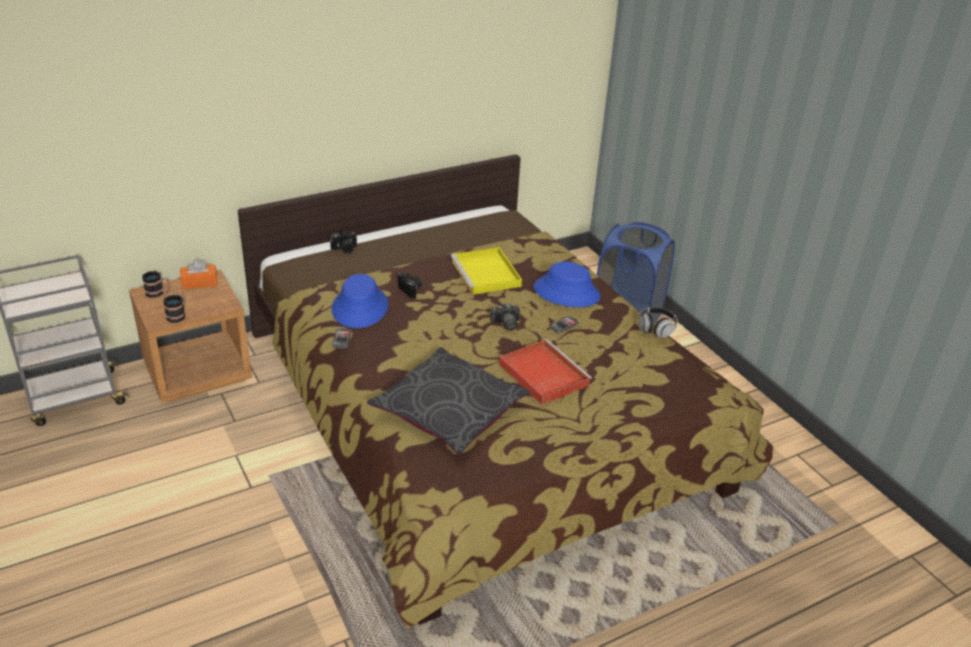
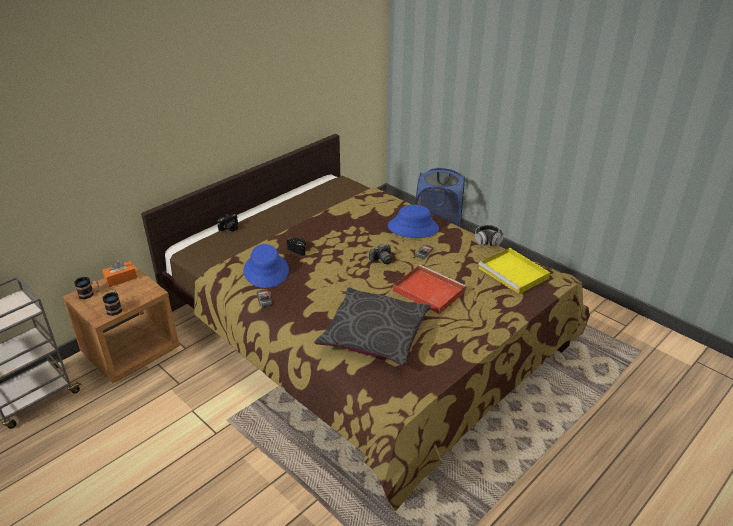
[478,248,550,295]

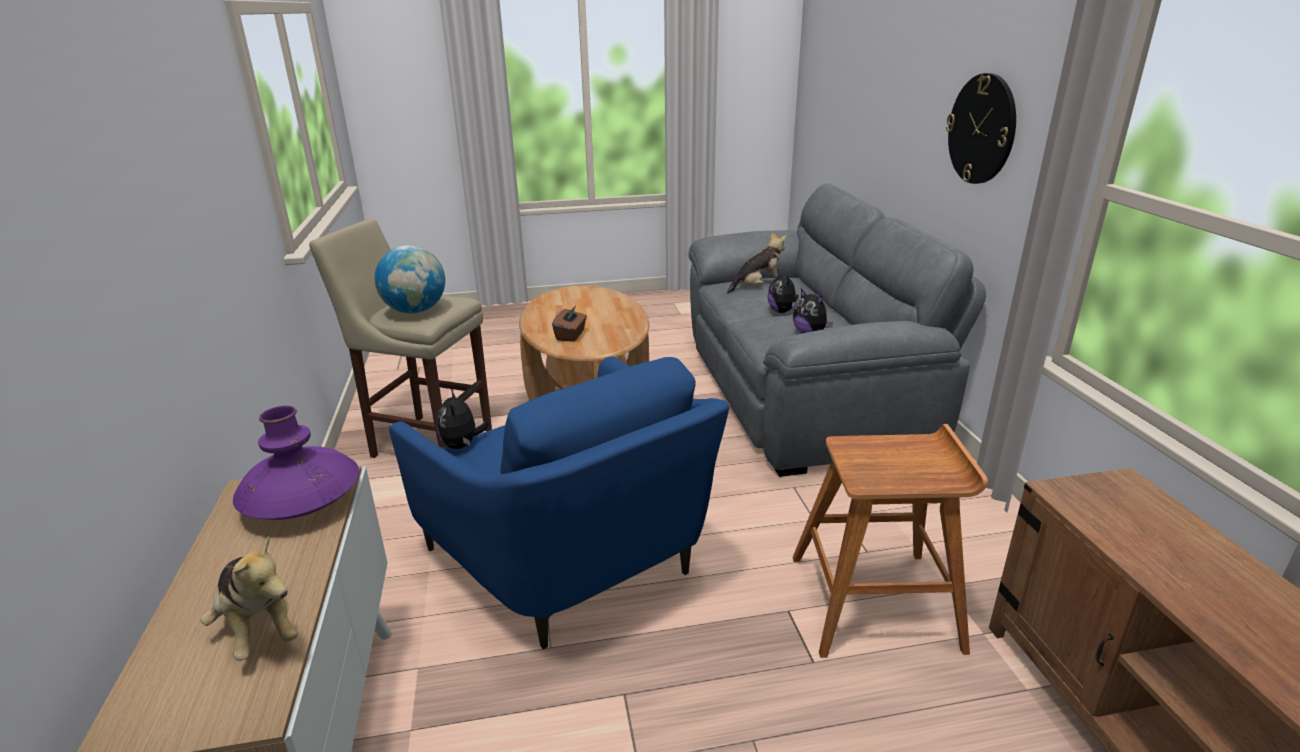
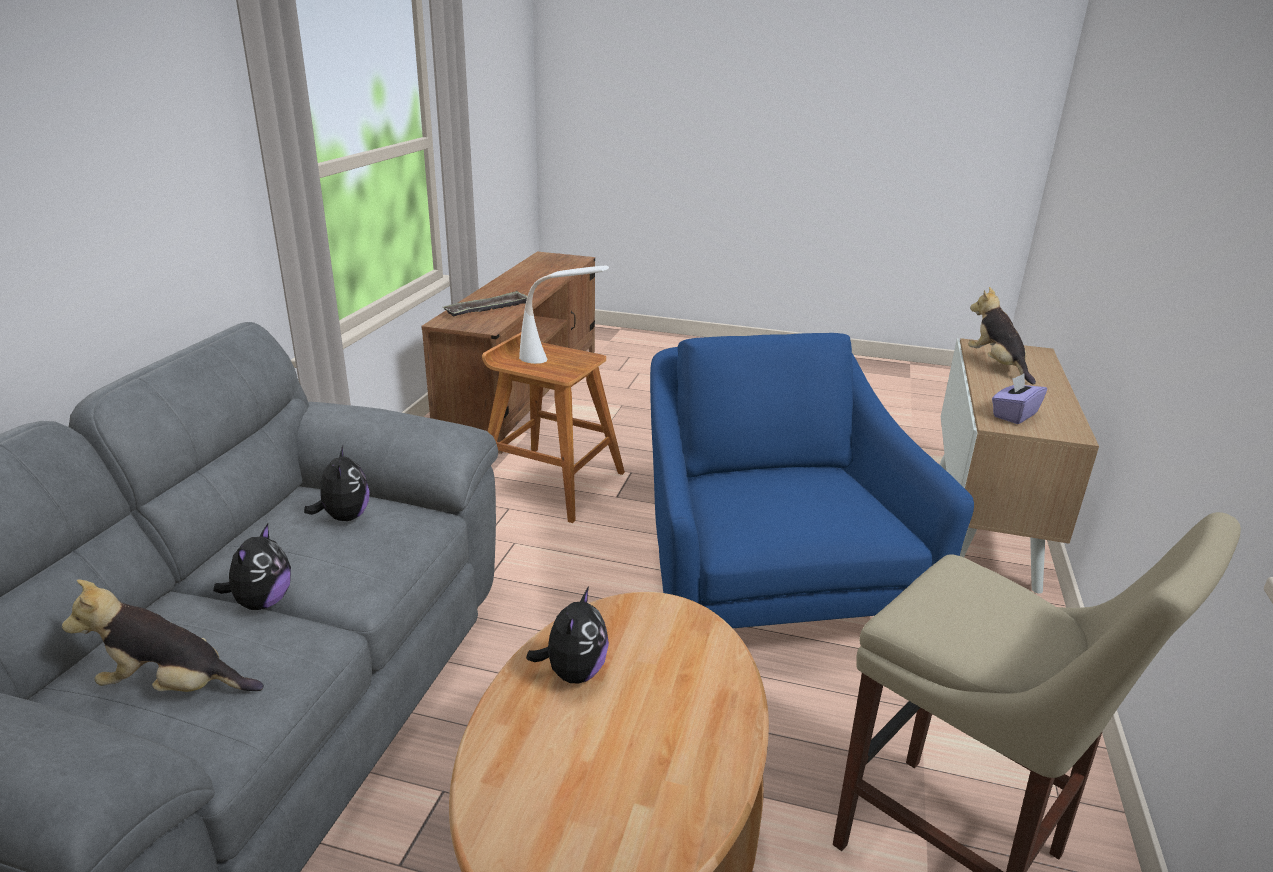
[992,373,1047,424]
[375,245,445,314] (first image)
[526,587,609,684]
[552,306,587,342] (first image)
[946,73,1016,184] (first image)
[443,291,527,317]
[519,265,609,364]

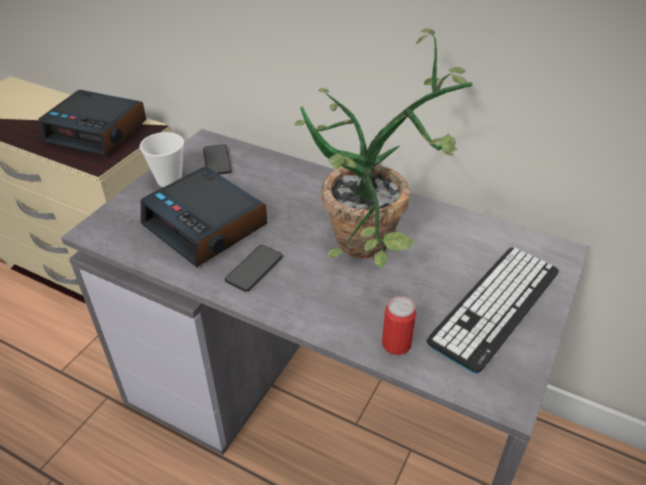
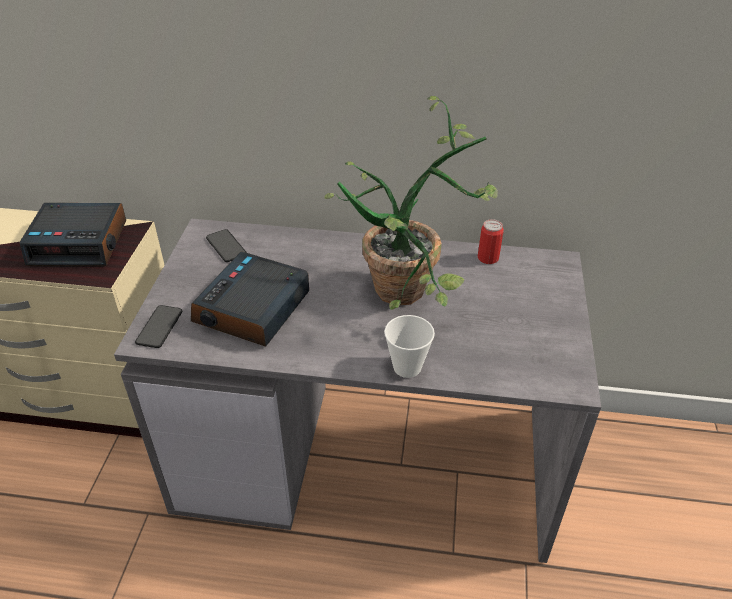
[384,315,435,378]
[191,251,309,347]
[135,305,182,348]
[478,219,504,264]
[427,248,559,374] (first image)

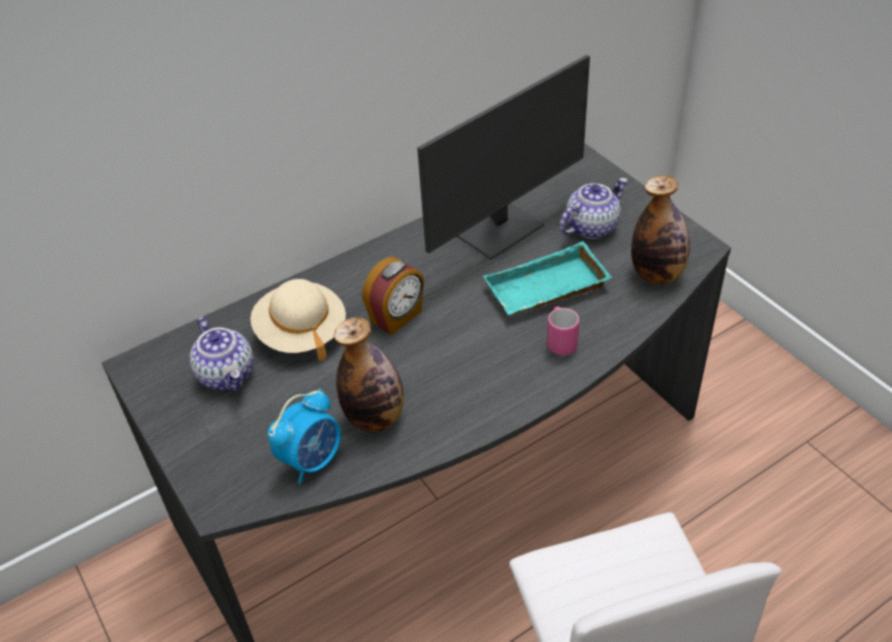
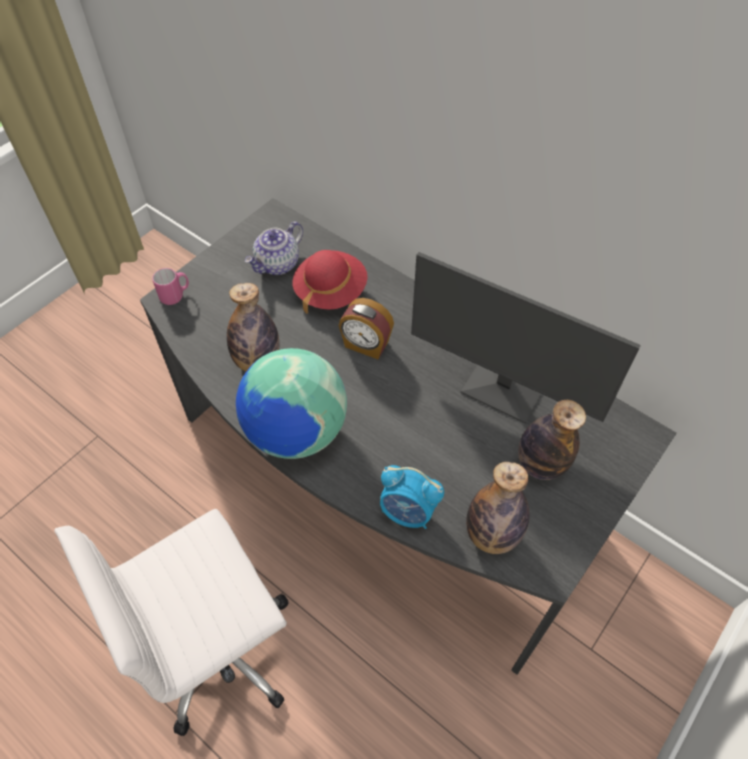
[292,250,368,314]
[380,465,444,529]
[483,241,612,315] (first image)
[152,268,189,305]
[518,400,586,480]
[236,348,347,459]

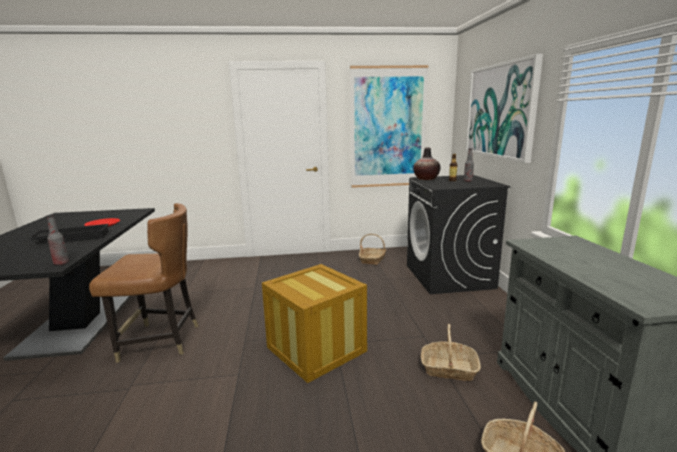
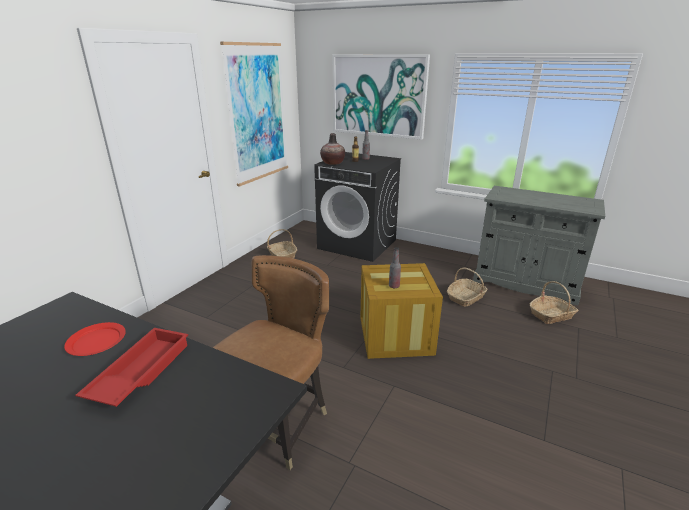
[75,328,188,407]
[389,247,401,288]

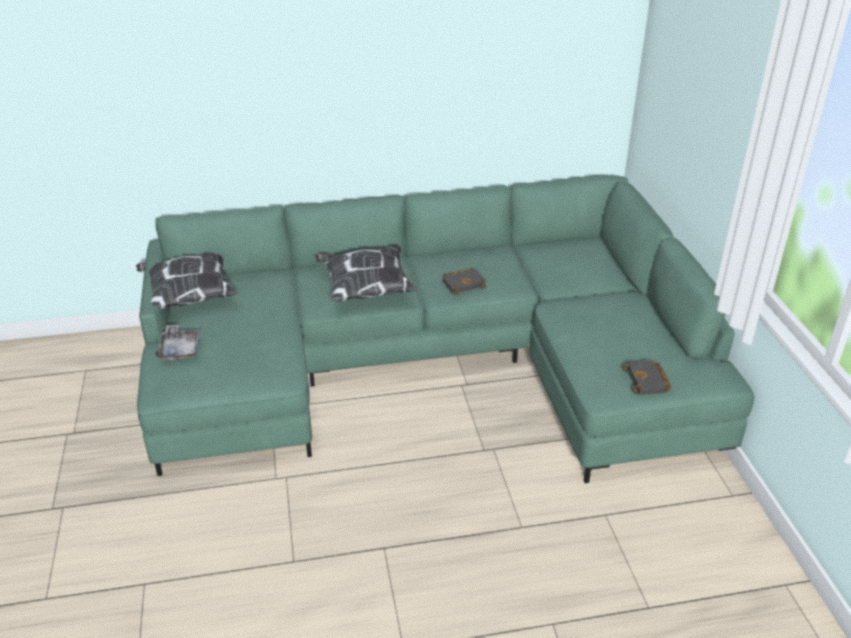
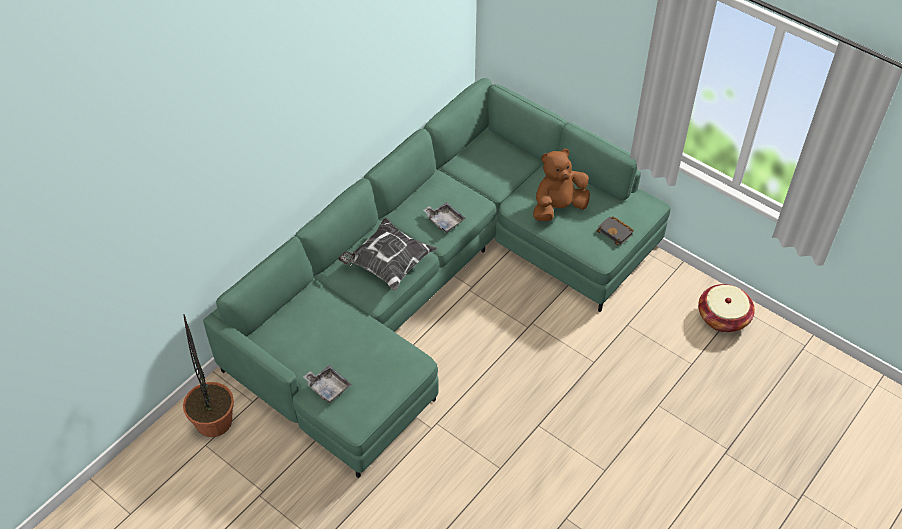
[136,252,238,309] (first image)
[423,202,466,233]
[183,314,234,437]
[533,149,590,221]
[698,284,755,332]

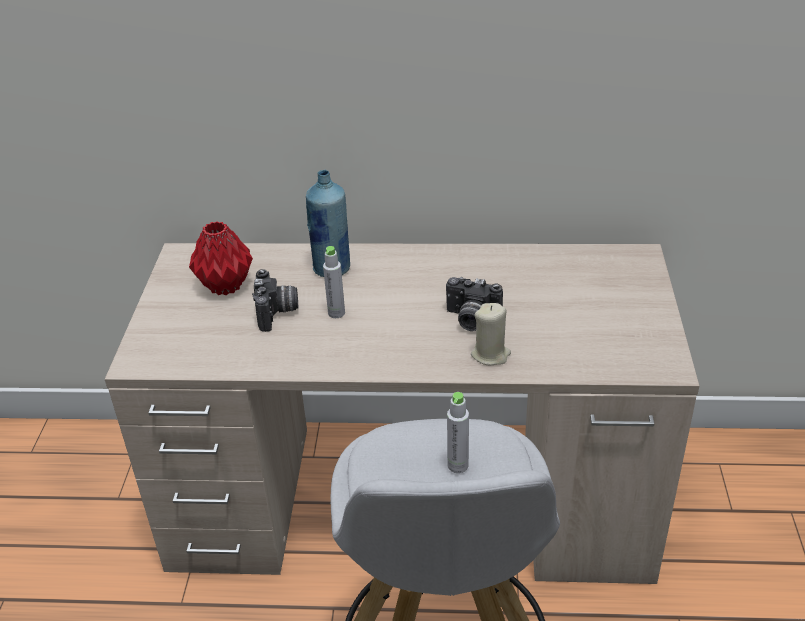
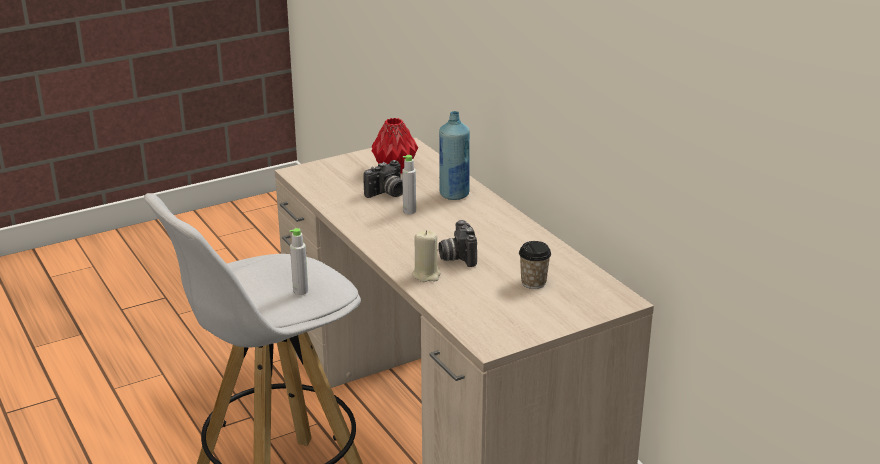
[519,241,551,289]

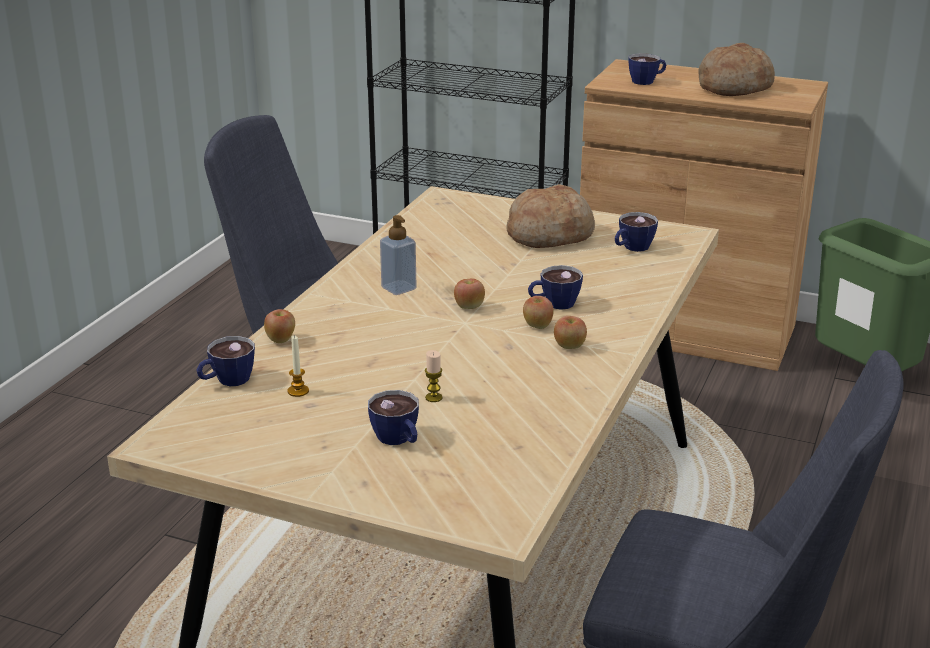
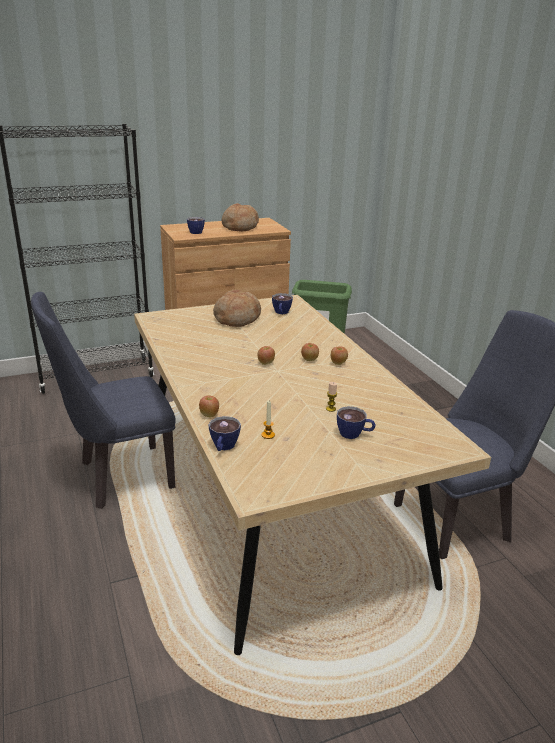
[380,215,417,295] (first image)
[528,265,583,310] (first image)

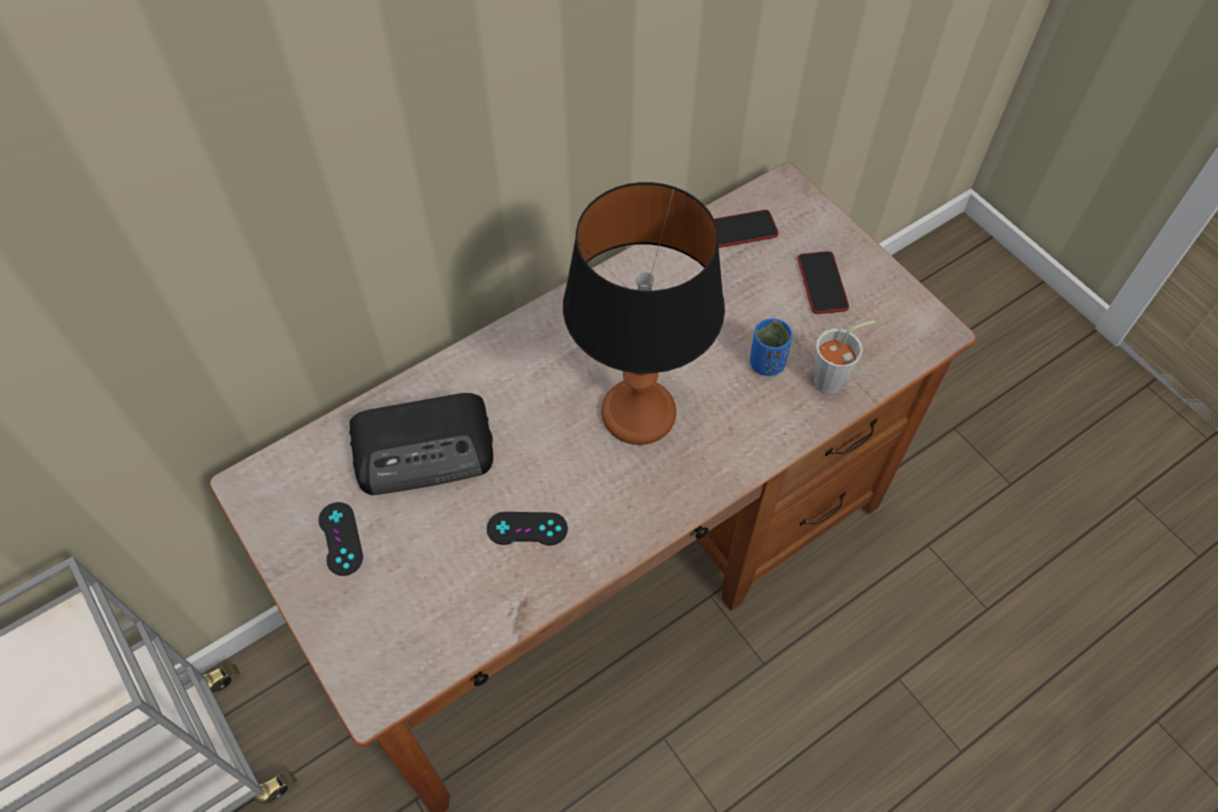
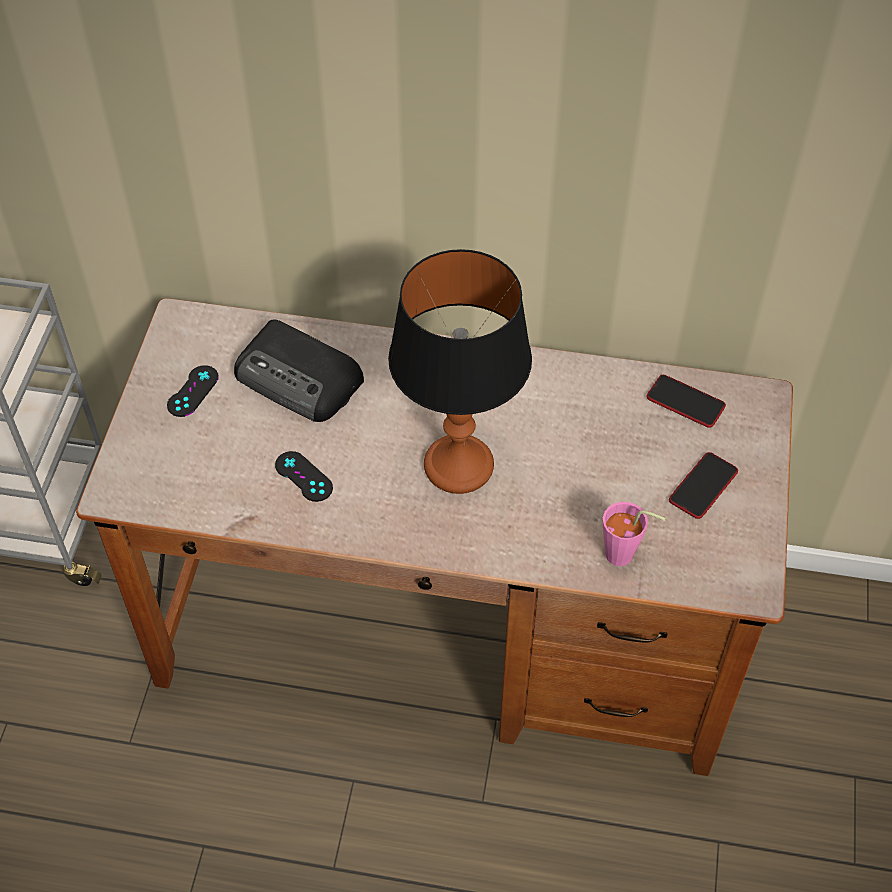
[750,318,792,376] (first image)
[603,502,666,566]

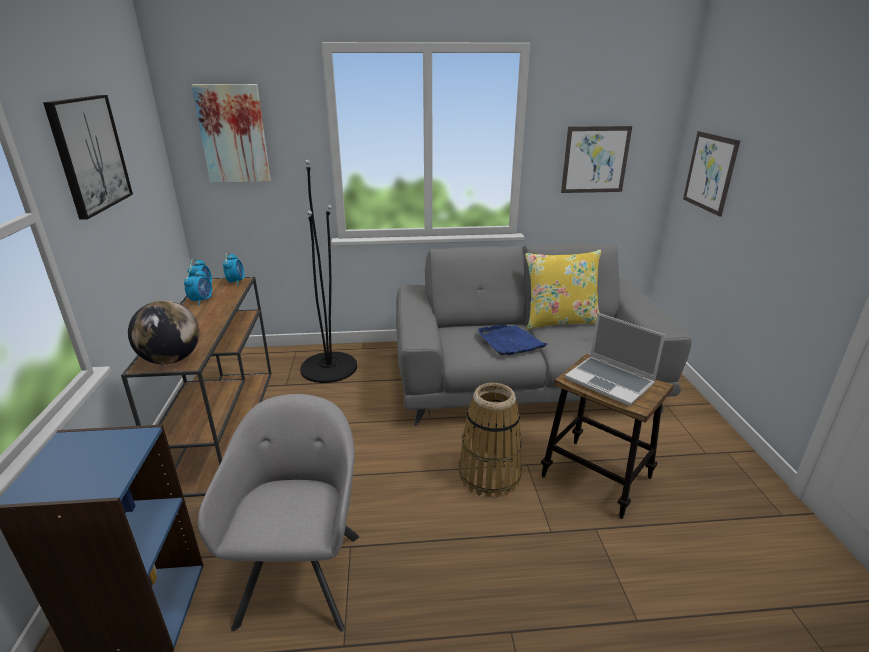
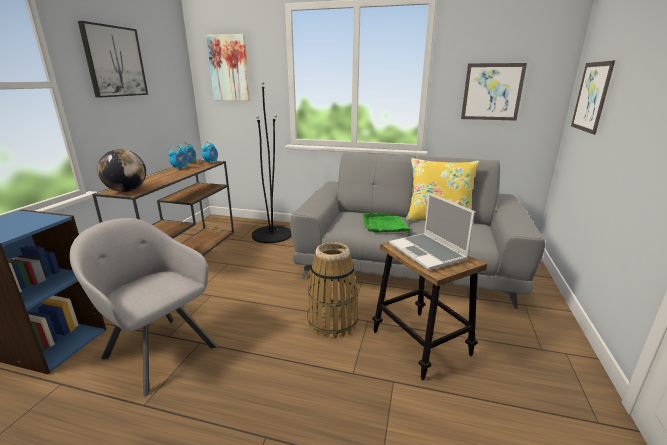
[70,218,217,397]
[363,213,411,233]

